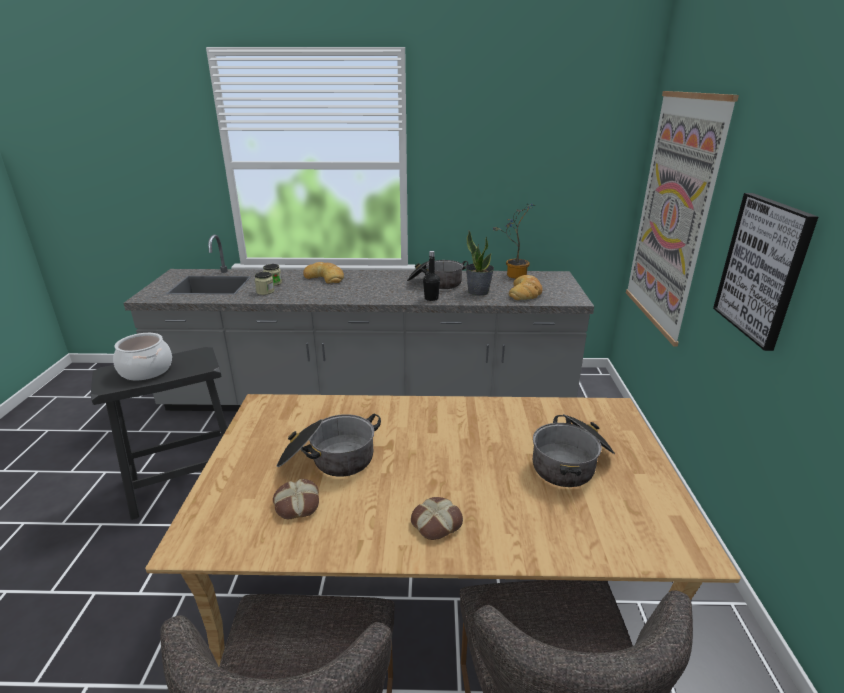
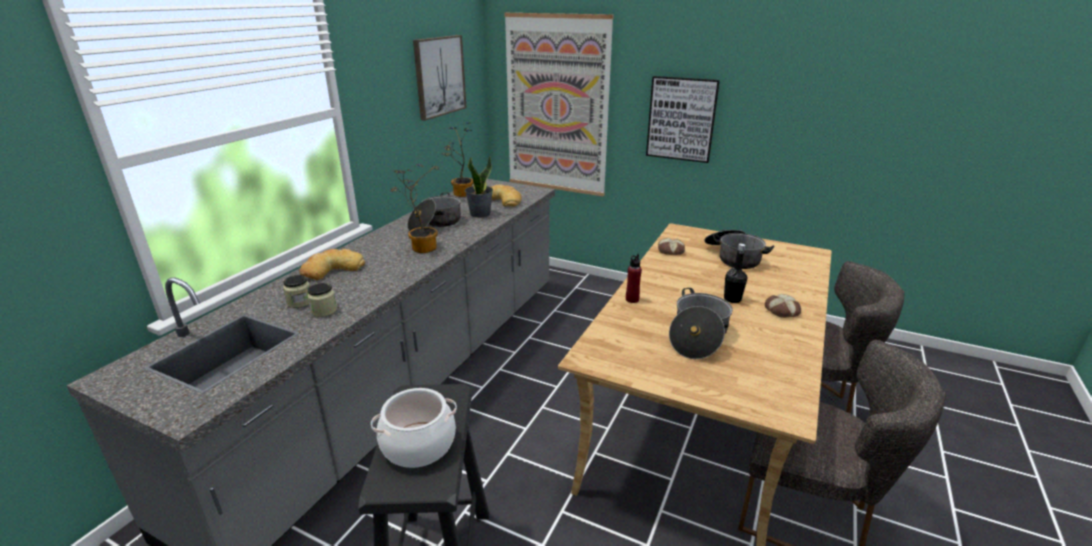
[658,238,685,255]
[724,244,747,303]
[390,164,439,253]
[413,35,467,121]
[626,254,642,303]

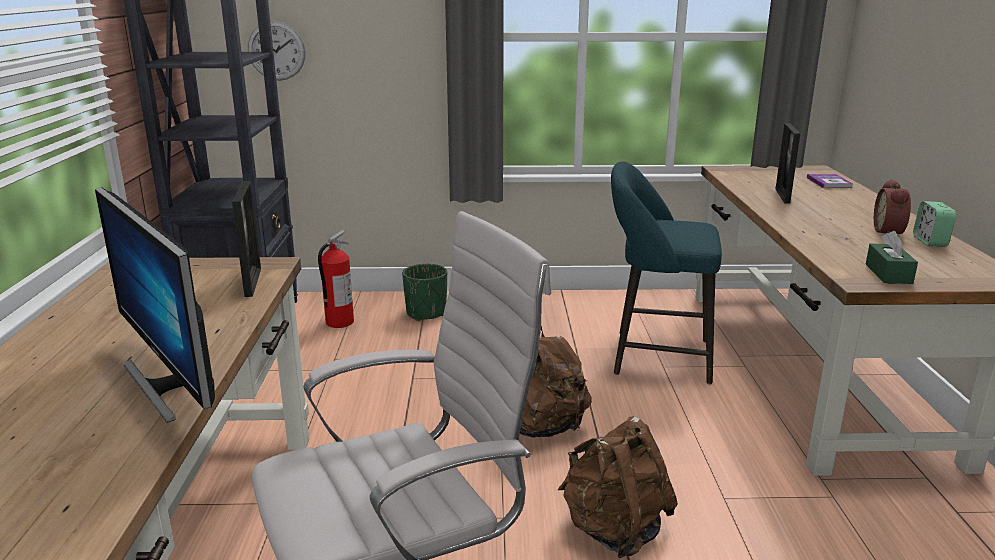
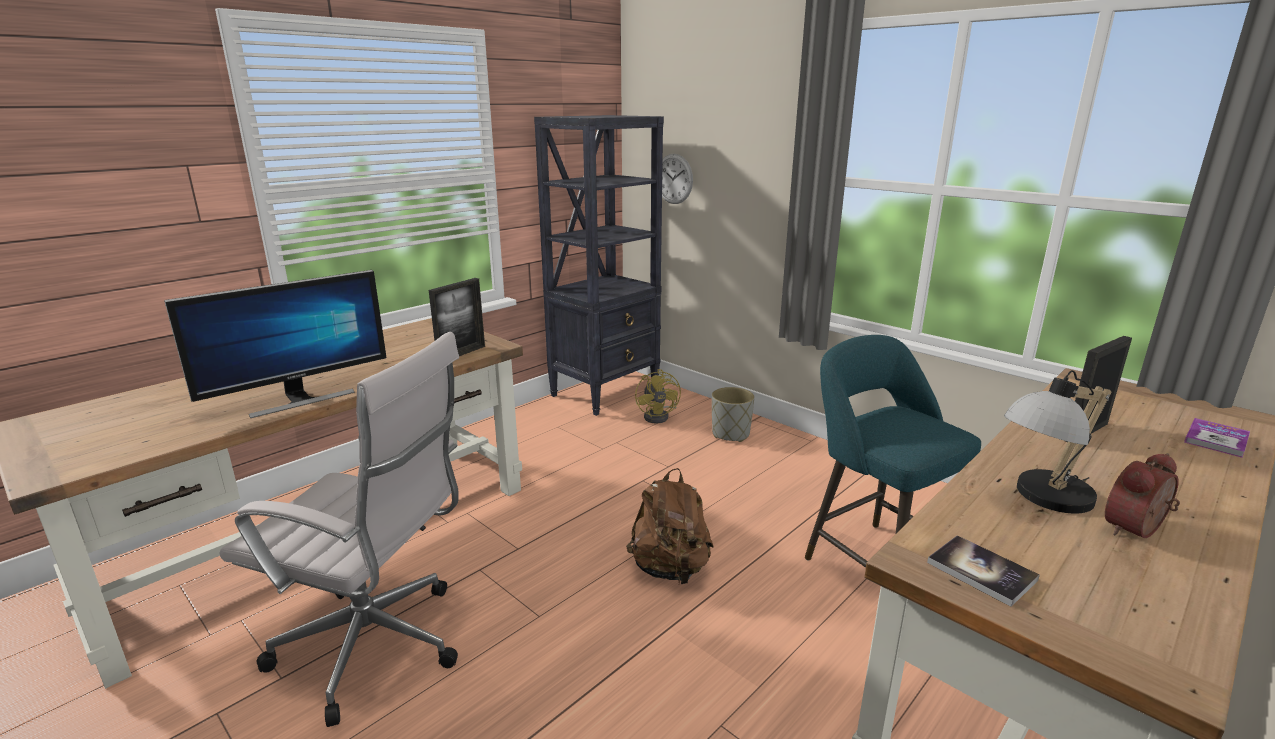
[164,270,387,418]
[635,369,681,423]
[712,387,755,442]
[558,416,678,558] (first image)
[927,535,1040,607]
[913,201,957,247] (first image)
[1004,370,1111,514]

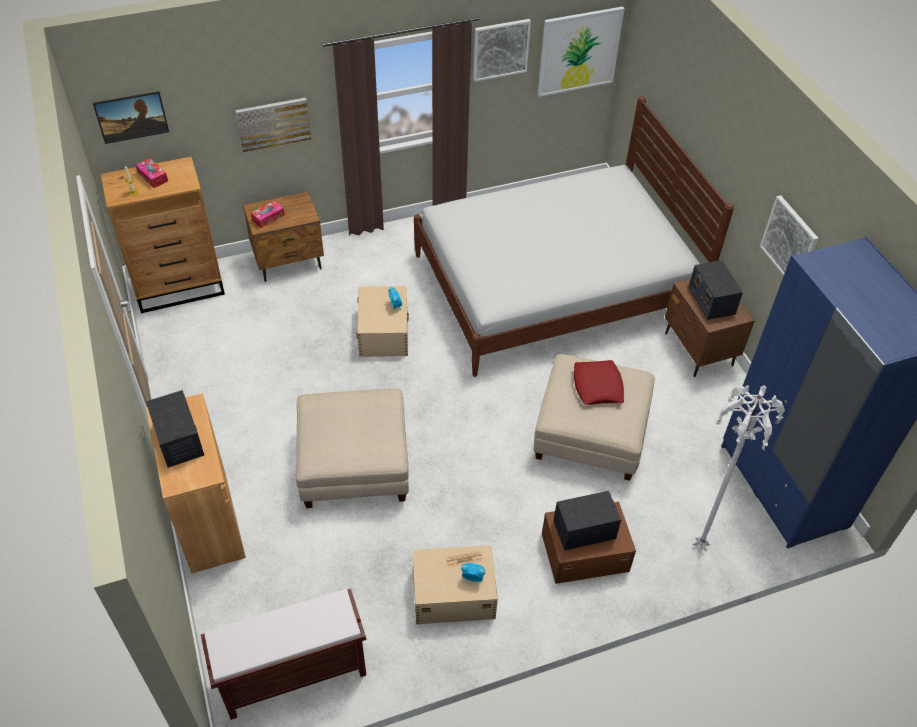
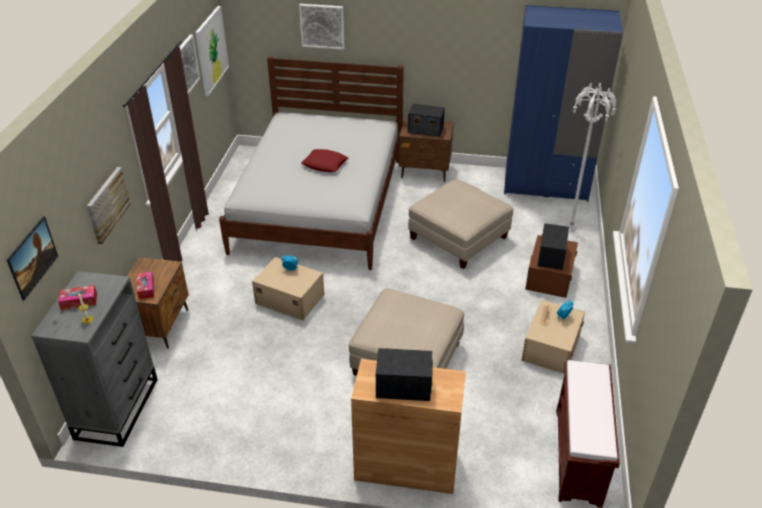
[31,271,158,447]
[301,149,348,172]
[299,4,344,50]

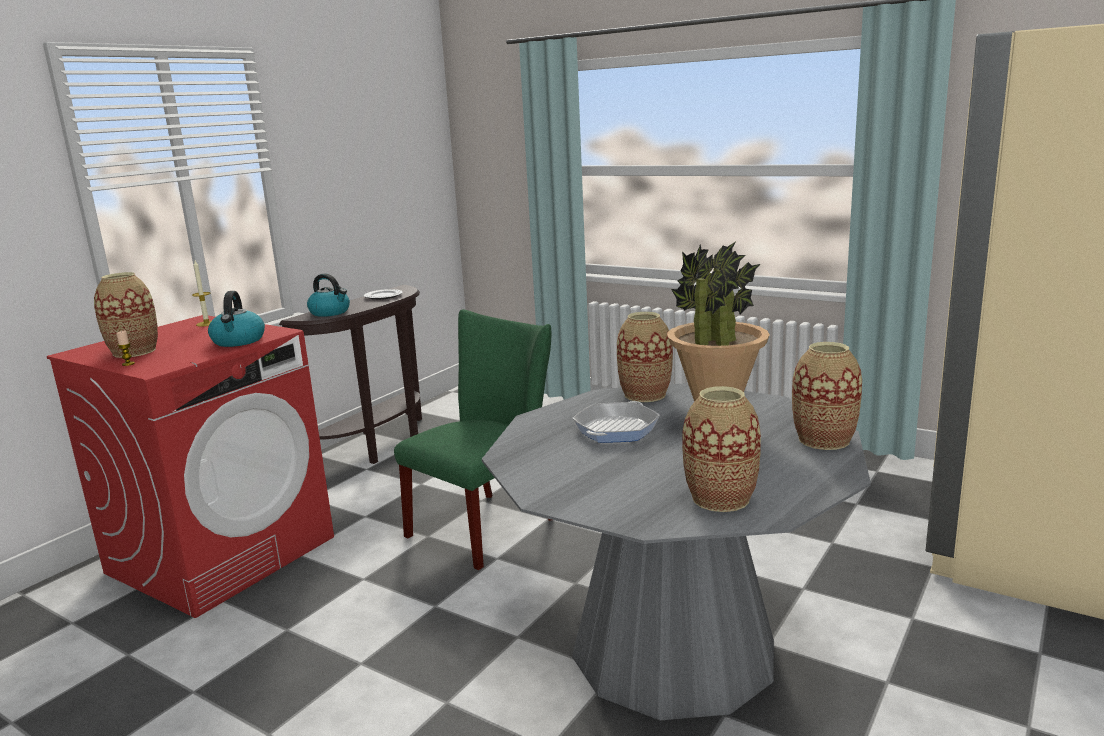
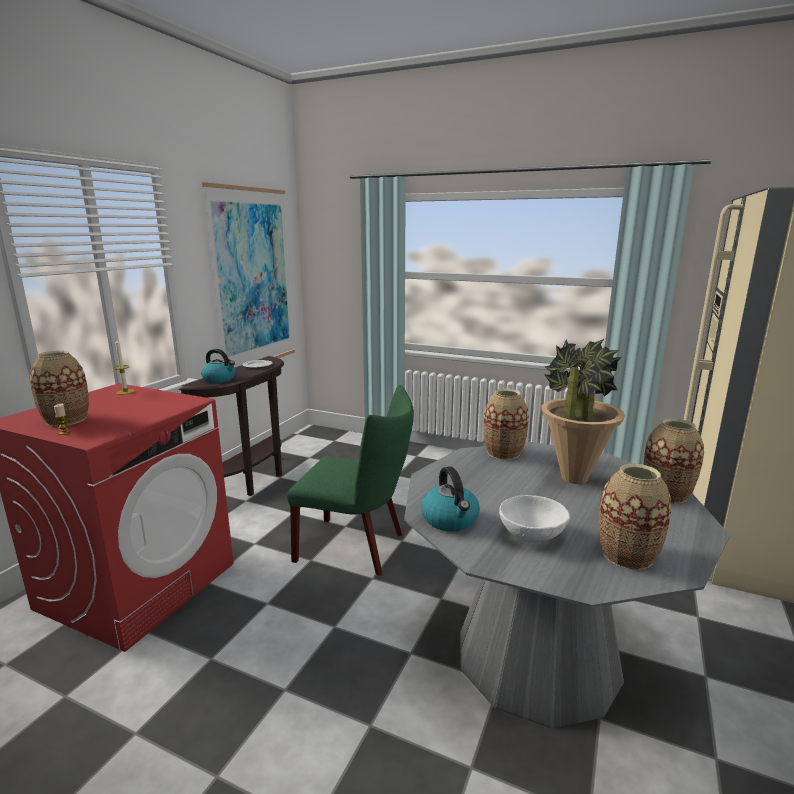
[421,466,480,532]
[287,385,414,576]
[572,401,660,443] (first image)
[202,182,295,367]
[499,495,570,542]

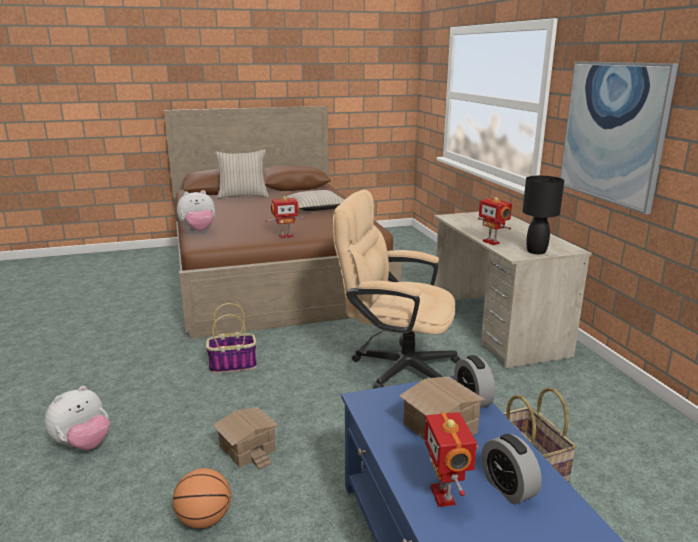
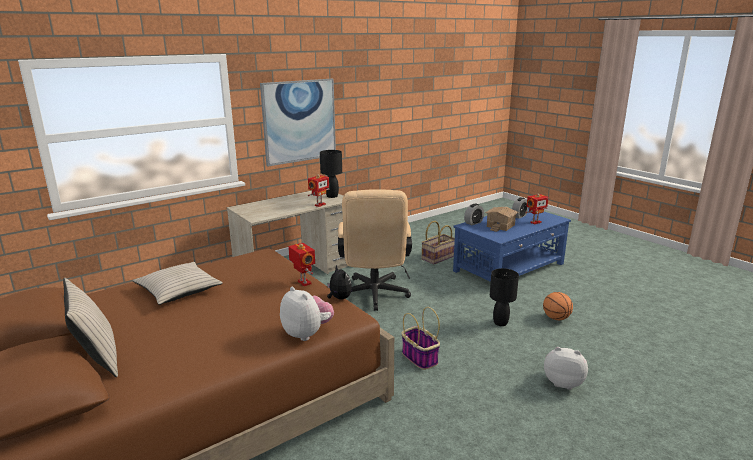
[490,268,519,326]
[327,265,352,300]

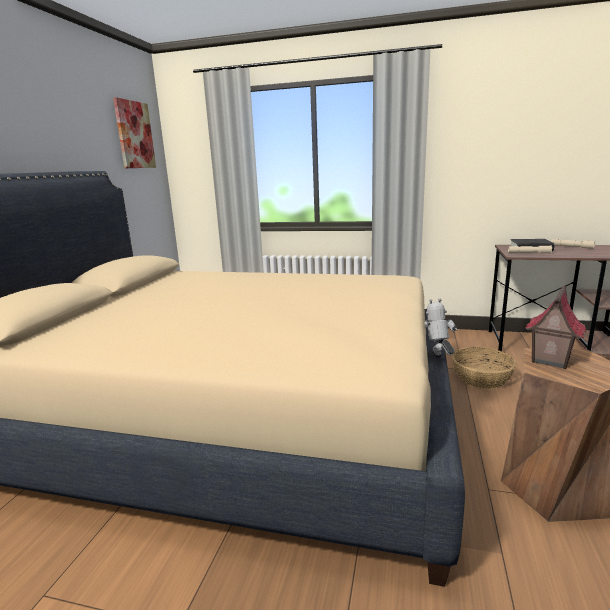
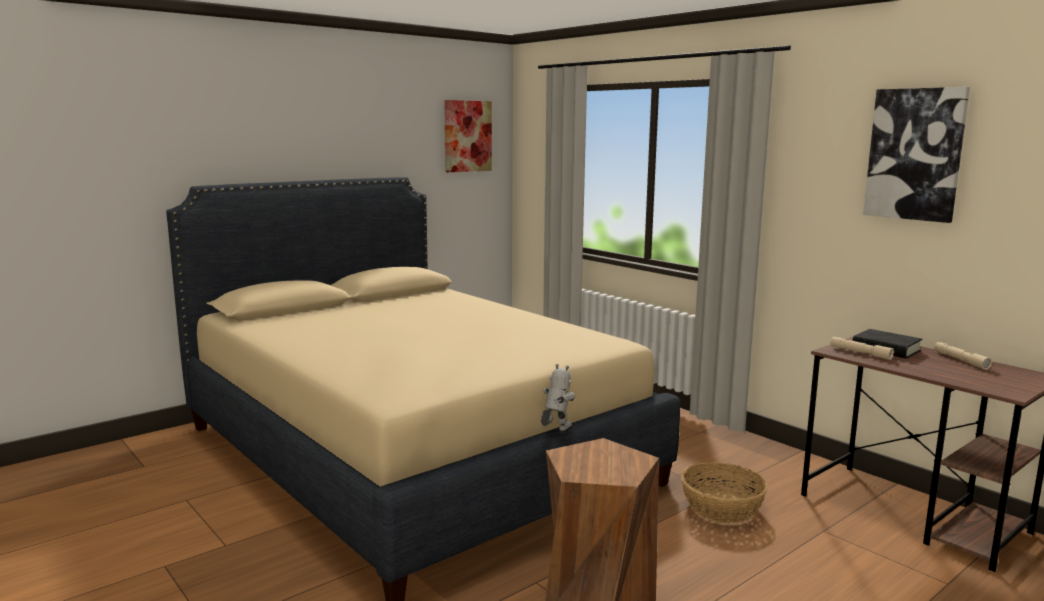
[526,284,586,369] (first image)
[863,87,970,223]

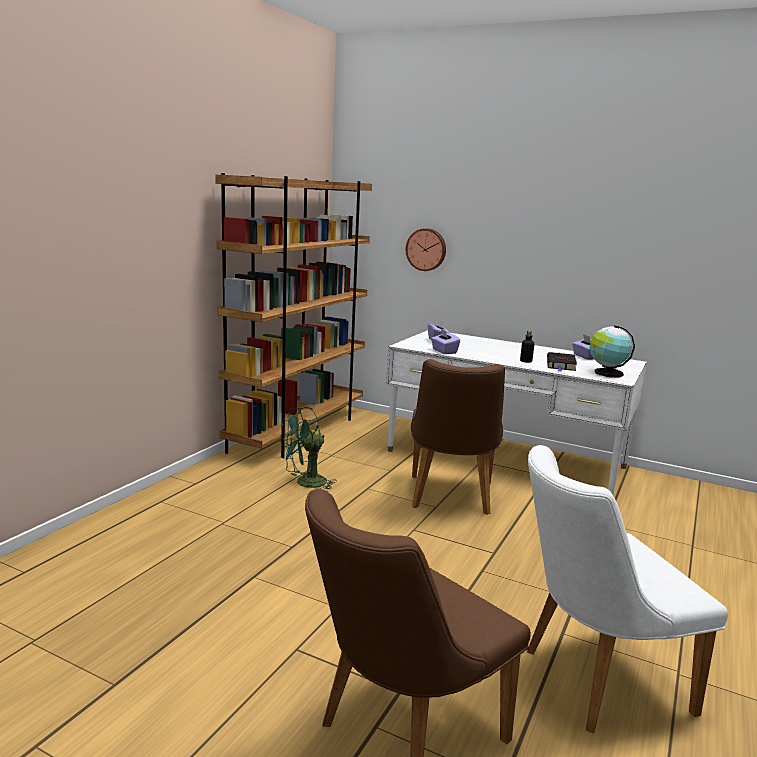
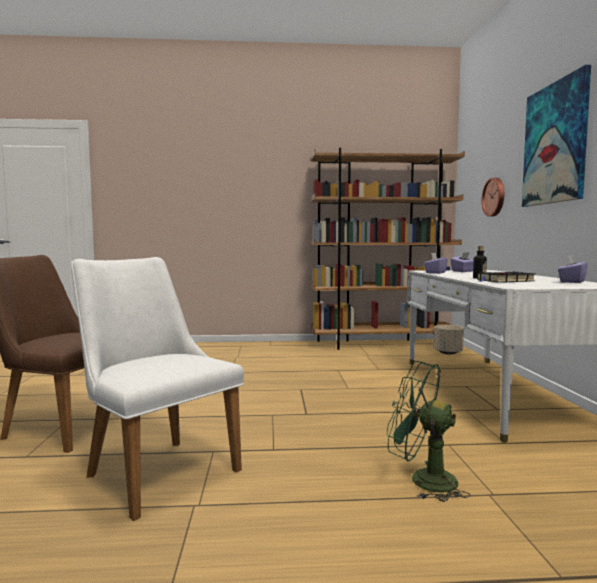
[387,361,470,502]
[411,359,505,515] (first image)
[589,325,635,378] (first image)
[434,325,464,355]
[522,65,591,207]

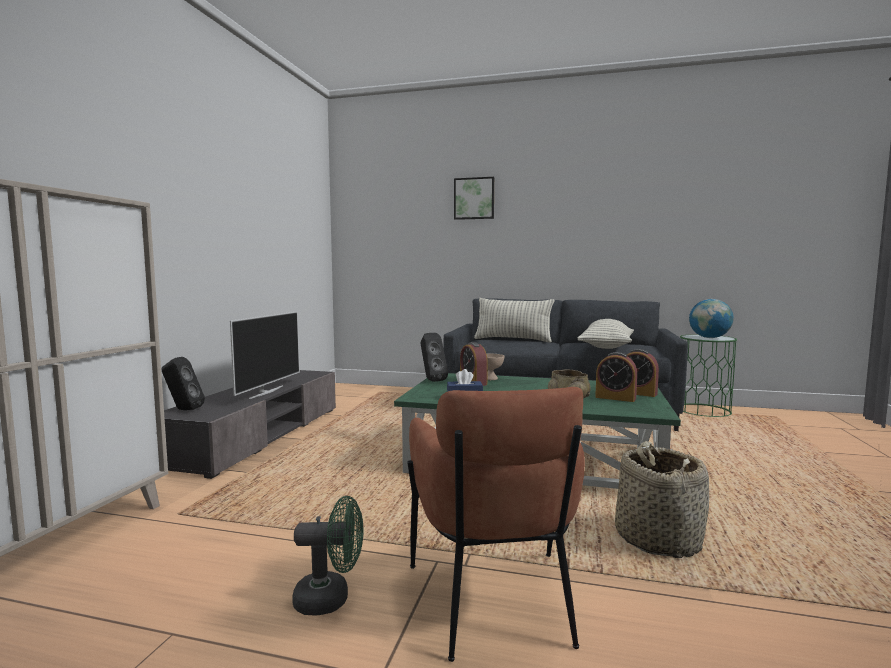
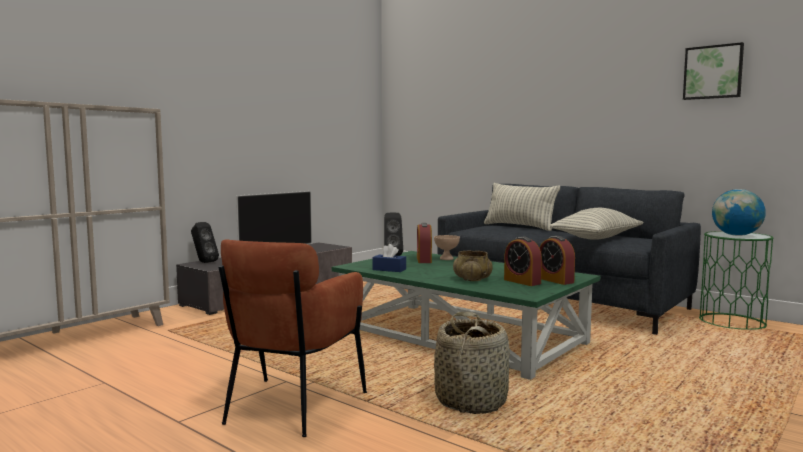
[292,496,363,616] (first image)
[683,42,744,100]

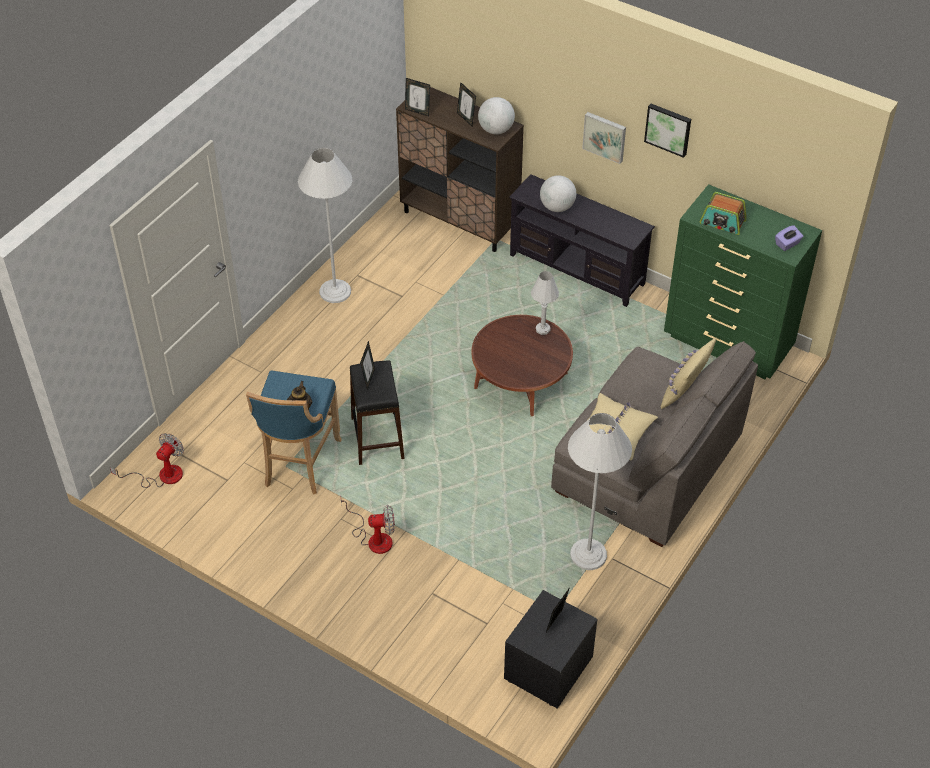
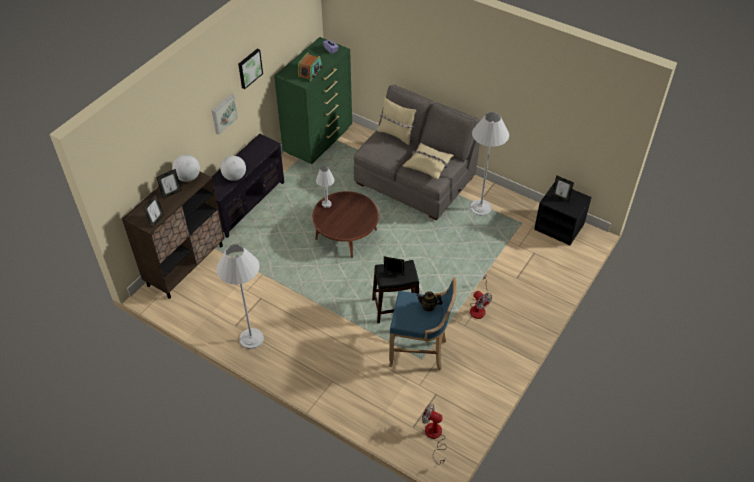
[470,274,492,319]

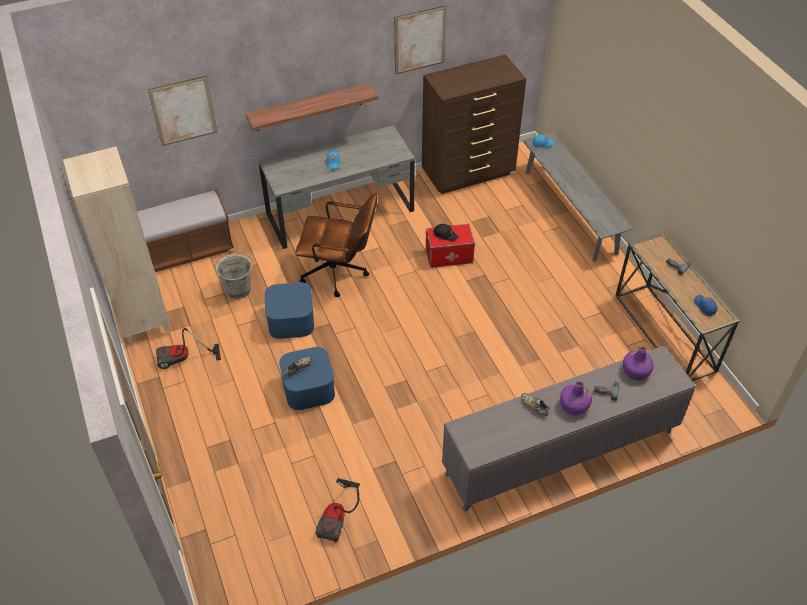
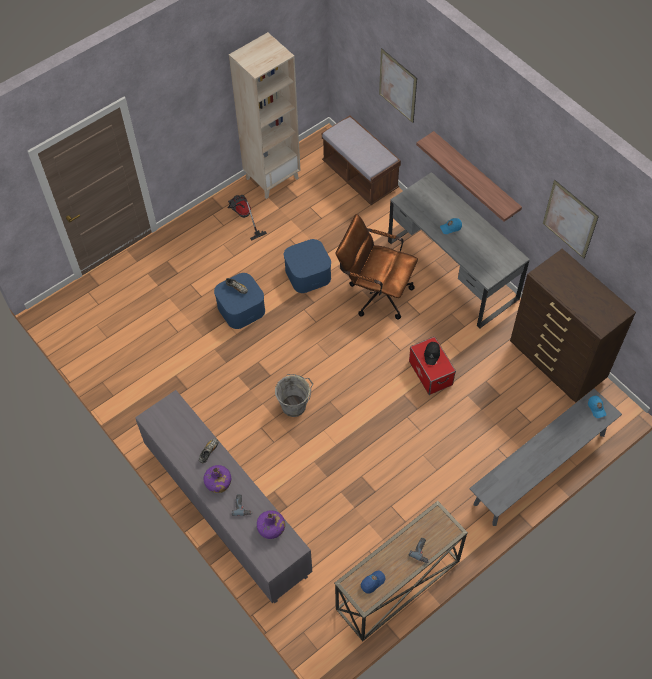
[275,374,313,417]
[336,214,418,319]
[315,478,360,542] (first image)

